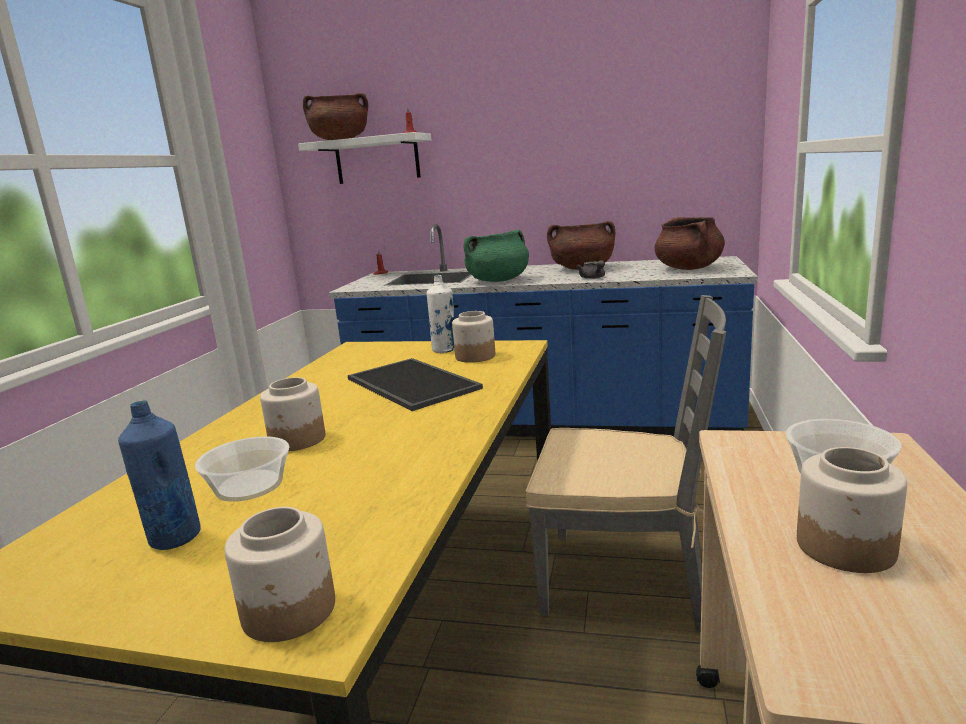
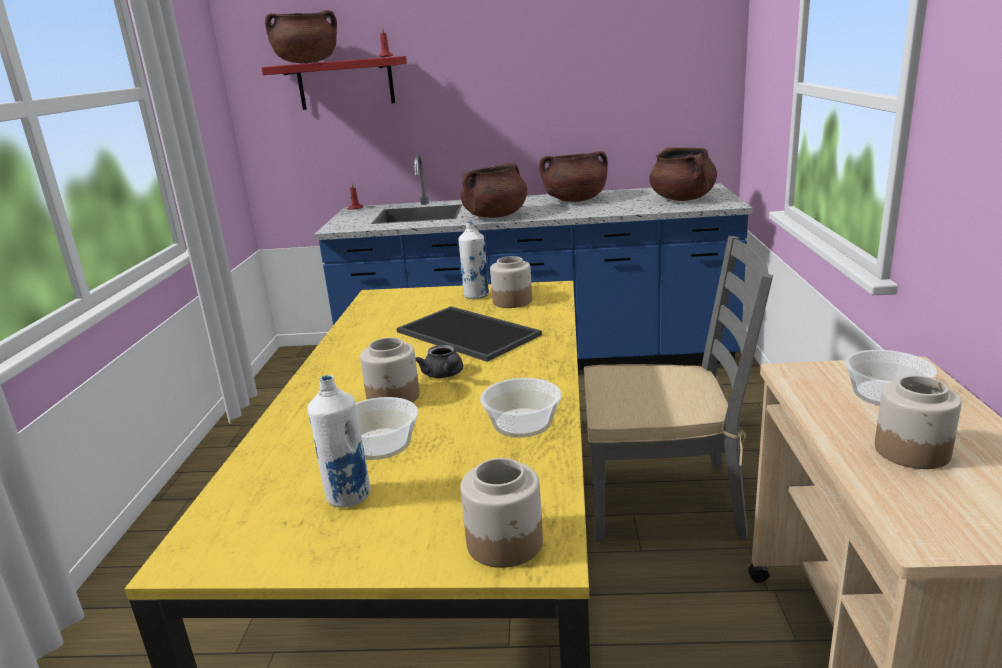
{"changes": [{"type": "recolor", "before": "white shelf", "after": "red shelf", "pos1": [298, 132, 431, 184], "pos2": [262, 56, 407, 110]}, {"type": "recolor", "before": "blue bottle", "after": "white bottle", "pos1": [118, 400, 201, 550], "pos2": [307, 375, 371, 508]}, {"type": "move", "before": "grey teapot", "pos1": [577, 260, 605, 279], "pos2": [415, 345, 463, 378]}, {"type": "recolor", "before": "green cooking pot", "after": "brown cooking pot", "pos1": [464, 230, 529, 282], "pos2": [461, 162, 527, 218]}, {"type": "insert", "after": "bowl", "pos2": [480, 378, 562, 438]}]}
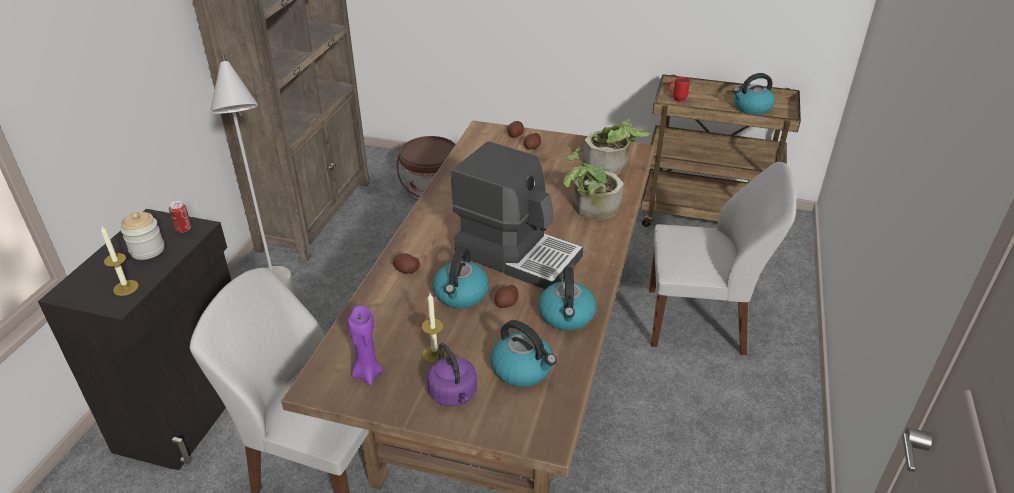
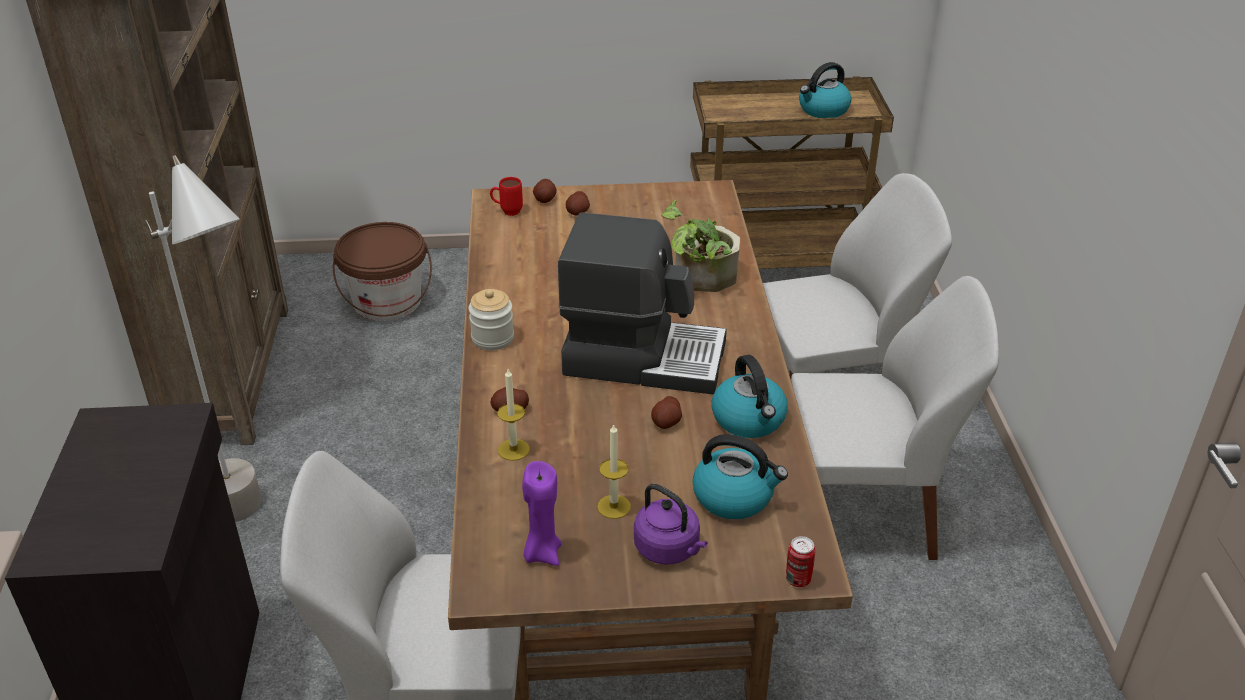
{"changes": [{"type": "move", "before": "jar", "pos1": [120, 212, 165, 260], "pos2": [468, 289, 514, 350]}, {"type": "move", "before": "red mug", "pos1": [668, 77, 690, 102], "pos2": [490, 177, 523, 216]}, {"type": "move", "before": "candle", "pos1": [101, 225, 139, 296], "pos2": [497, 369, 530, 461]}, {"type": "move", "before": "can", "pos1": [169, 201, 191, 233], "pos2": [786, 536, 815, 587]}, {"type": "insert", "after": "white chair", "pos2": [791, 276, 999, 560]}, {"type": "delete", "before": "kettle", "pos1": [433, 247, 489, 308]}, {"type": "delete", "before": "potted plant", "pos1": [583, 119, 651, 175]}]}
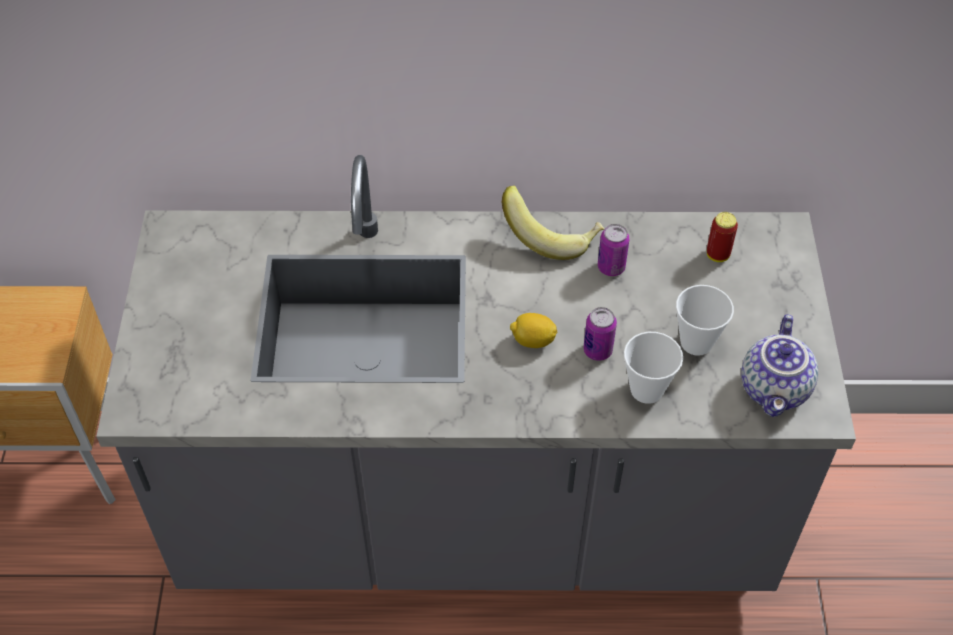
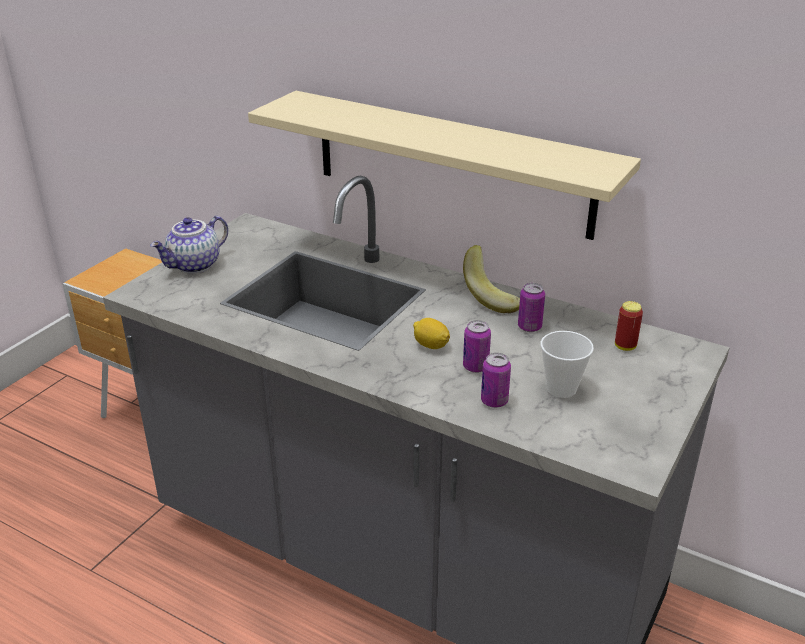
{"changes": [{"type": "move", "before": "teapot", "pos1": [741, 314, 818, 417], "pos2": [150, 216, 228, 274]}, {"type": "insert", "after": "beige shelf", "pos2": [248, 91, 641, 240]}, {"type": "replace", "before": "cup", "after": "can", "pos1": [624, 332, 683, 404], "pos2": [481, 353, 511, 408]}]}
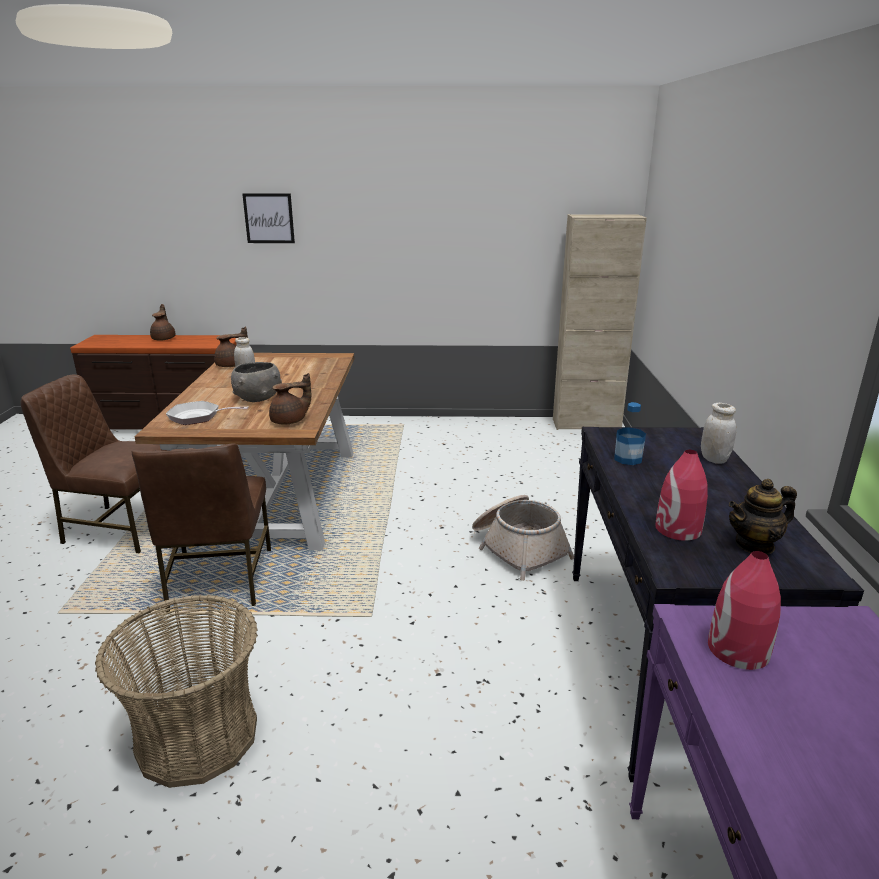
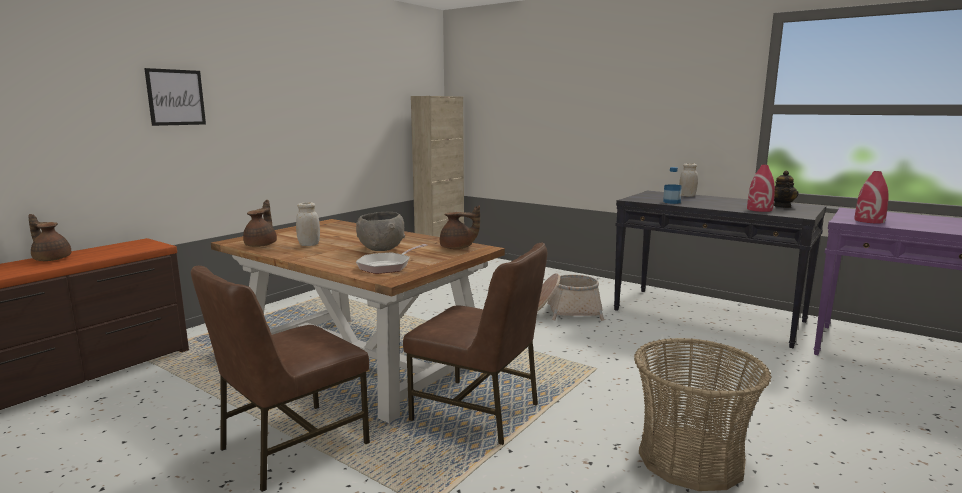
{"changes": [{"type": "rotate", "before": "brown teapot", "pos1": [269, 373, 311, 425], "pos2": [440, 205, 480, 249], "turn": 90}]}
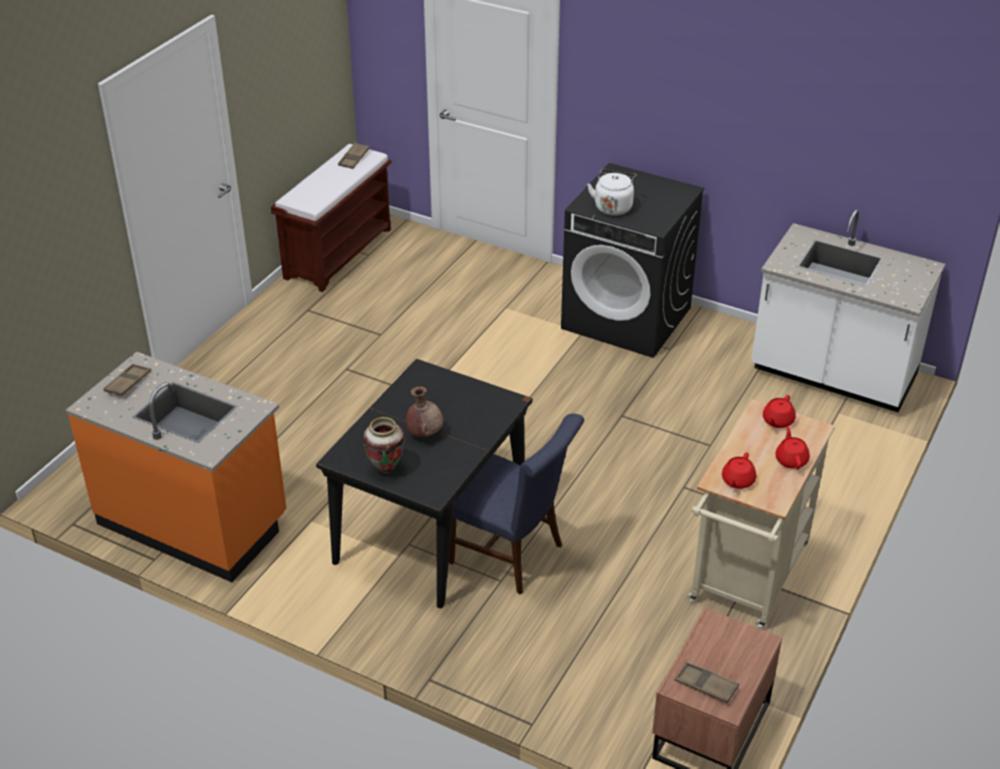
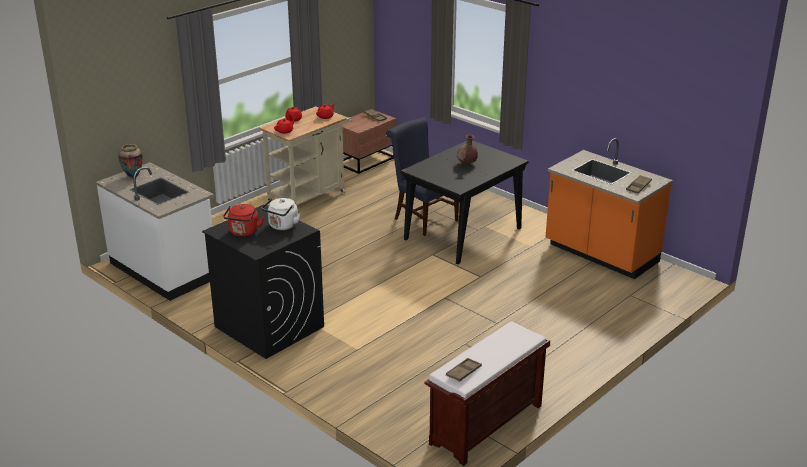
{"changes": [{"type": "move", "before": "vase", "pos1": [363, 417, 405, 473], "pos2": [118, 144, 143, 178]}, {"type": "insert", "after": "red kettle", "pos2": [223, 204, 264, 237]}]}
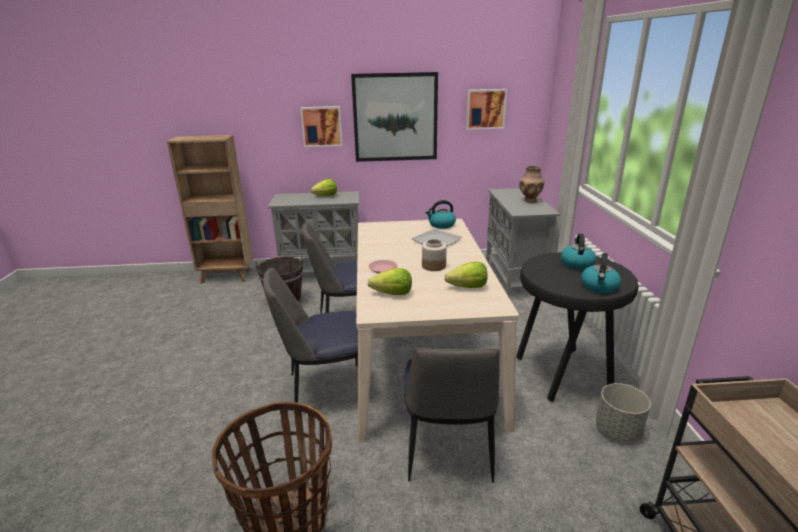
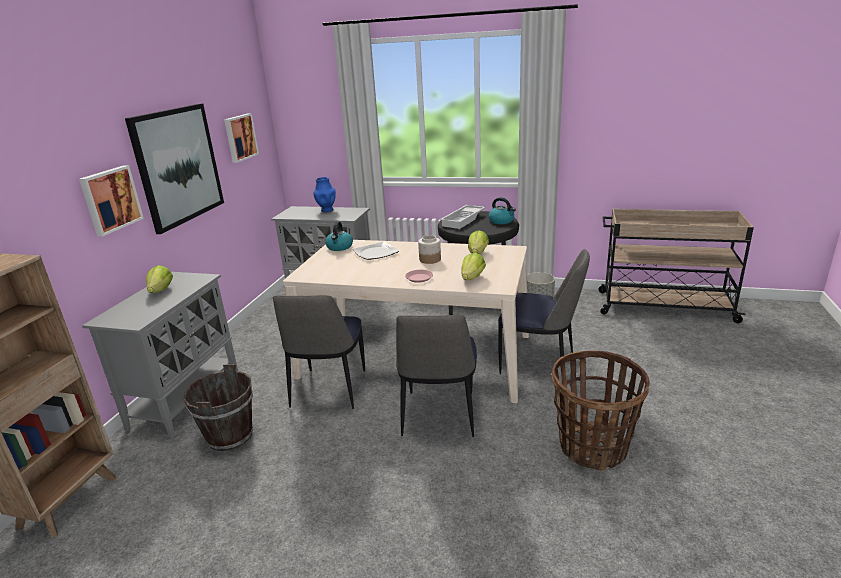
{"changes": [{"type": "recolor", "before": "brown vase", "after": "blue vase", "pos1": [519, 165, 544, 203], "pos2": [313, 177, 336, 212]}, {"type": "replace", "before": "kettle", "after": "white tray", "pos1": [561, 234, 596, 270], "pos2": [440, 205, 485, 229]}]}
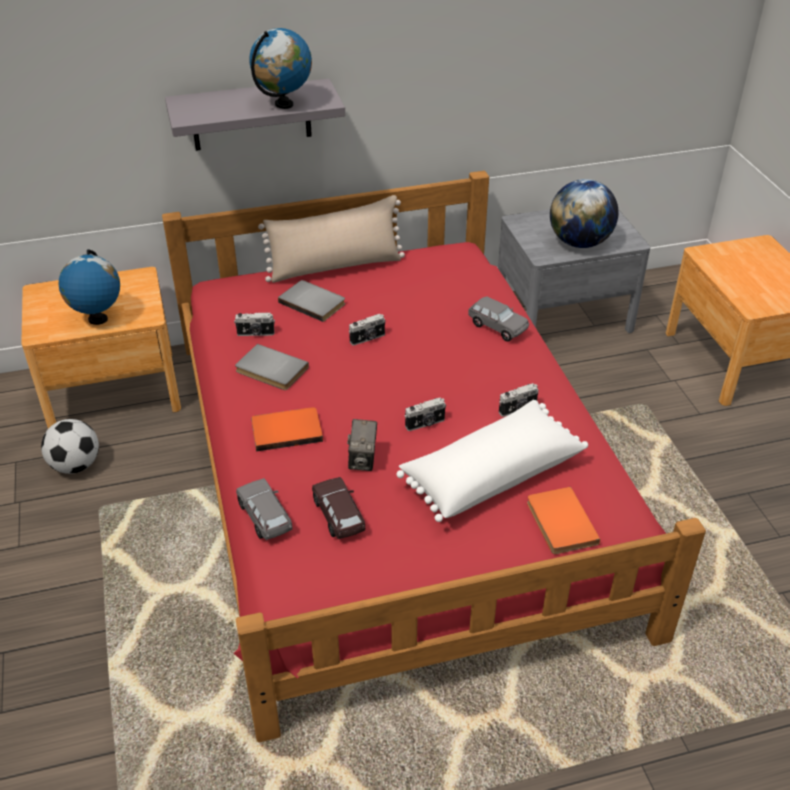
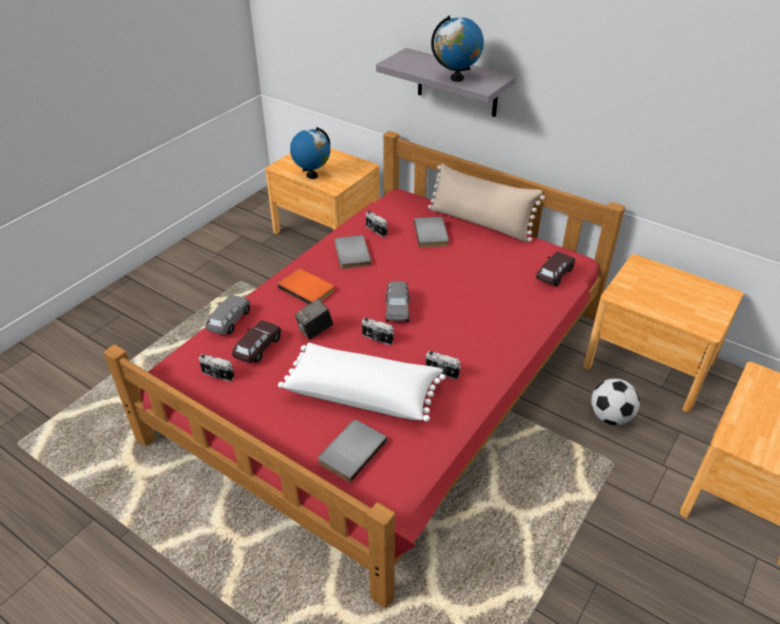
{"changes": [{"type": "move", "before": "photo camera", "pos1": [349, 314, 386, 346], "pos2": [199, 354, 235, 382]}, {"type": "recolor", "before": "orange book", "after": "grey book", "pos1": [527, 487, 600, 554], "pos2": [318, 420, 387, 483]}, {"type": "move", "before": "grey toy car", "pos1": [468, 296, 529, 341], "pos2": [384, 281, 411, 322]}, {"type": "insert", "after": "brown toy car", "pos2": [536, 251, 575, 286]}, {"type": "recolor", "before": "grey nightstand", "after": "brown nightstand", "pos1": [498, 209, 650, 333], "pos2": [583, 254, 743, 413]}, {"type": "move", "before": "football", "pos1": [41, 419, 99, 474], "pos2": [591, 379, 640, 425]}, {"type": "delete", "before": "globe", "pos1": [550, 179, 619, 248]}]}
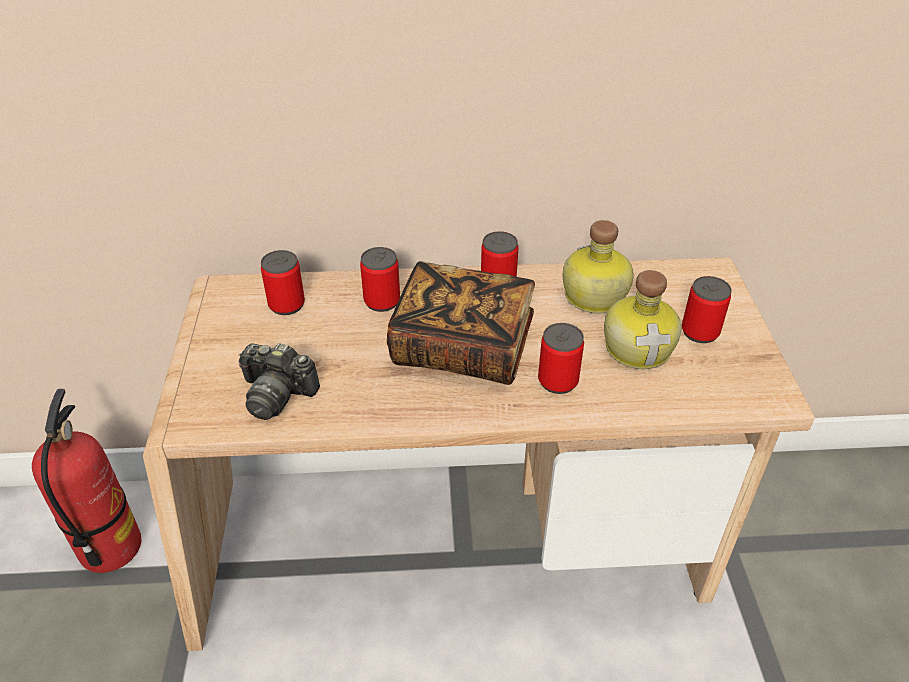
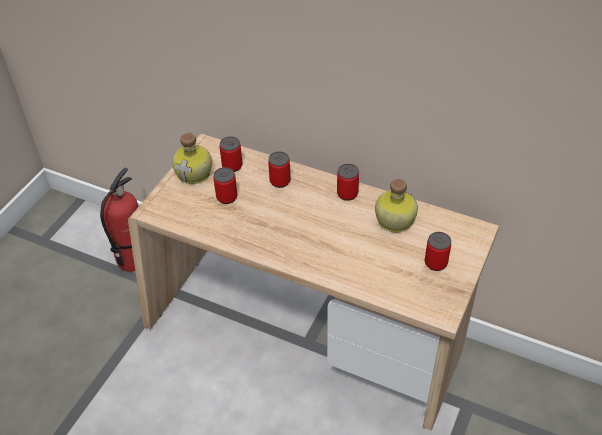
{"changes": [{"type": "move", "before": "bottle", "pos1": [604, 270, 681, 369], "pos2": [172, 133, 212, 184]}, {"type": "move", "before": "can", "pos1": [538, 323, 584, 394], "pos2": [213, 167, 237, 204]}, {"type": "delete", "before": "photo camera", "pos1": [239, 343, 320, 420]}, {"type": "delete", "before": "book", "pos1": [387, 261, 535, 385]}]}
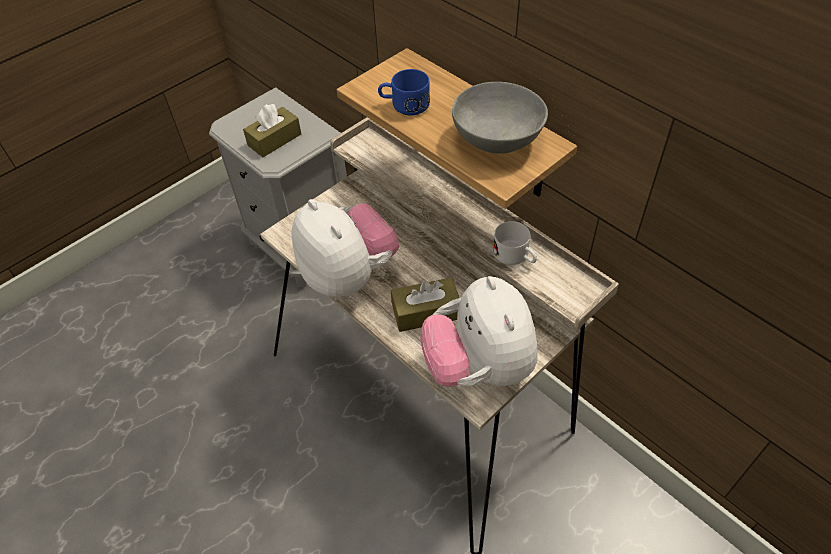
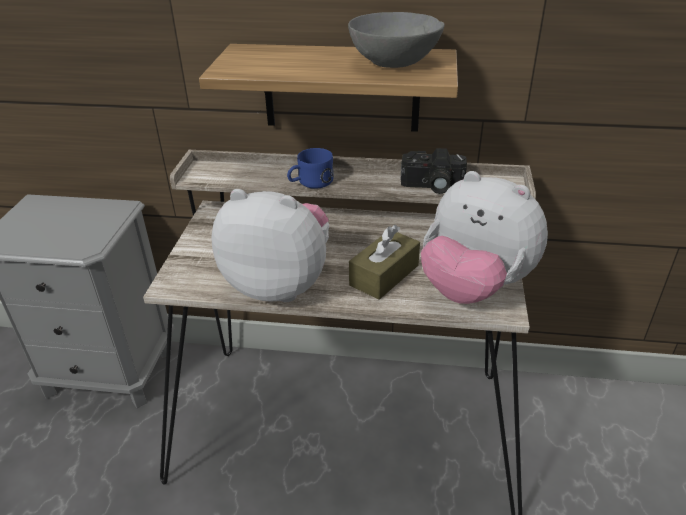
{"changes": [{"type": "move", "before": "blue mug", "pos1": [378, 69, 430, 115], "pos2": [287, 148, 334, 189]}, {"type": "replace", "before": "white mug", "after": "photo camera", "pos1": [493, 221, 537, 265], "pos2": [401, 148, 467, 194]}, {"type": "delete", "before": "brown tissue box", "pos1": [243, 104, 301, 157]}]}
